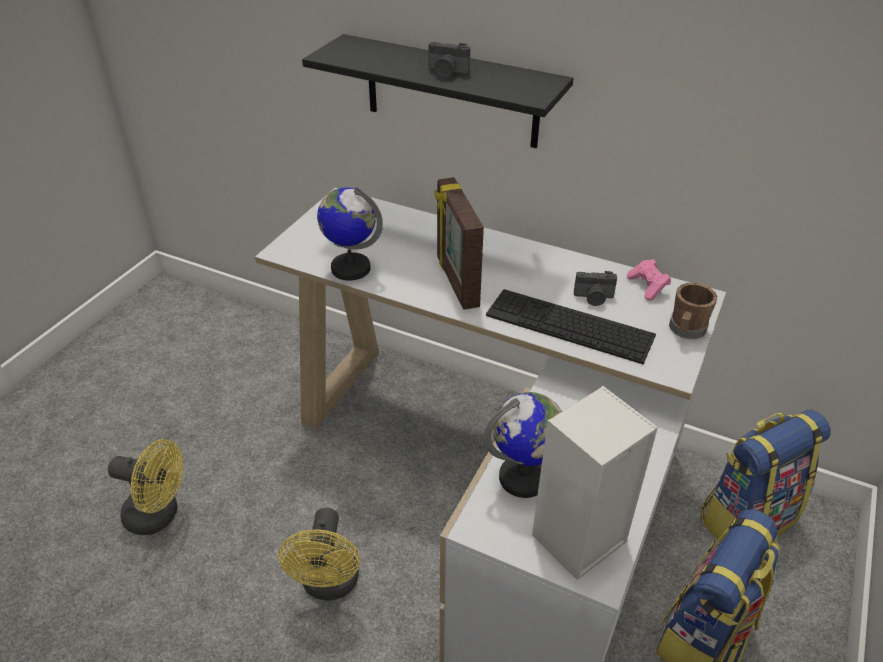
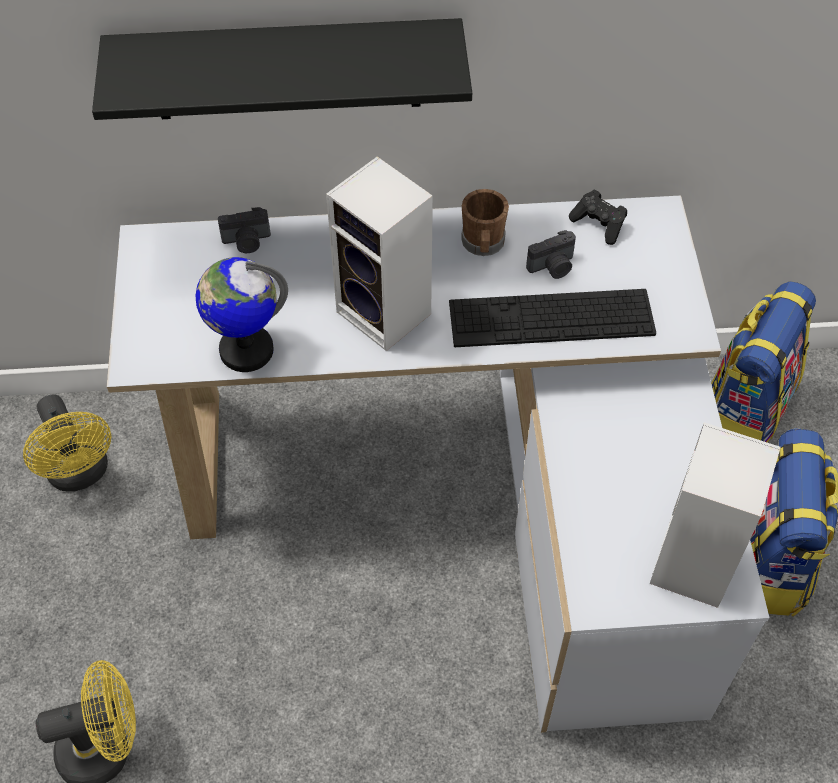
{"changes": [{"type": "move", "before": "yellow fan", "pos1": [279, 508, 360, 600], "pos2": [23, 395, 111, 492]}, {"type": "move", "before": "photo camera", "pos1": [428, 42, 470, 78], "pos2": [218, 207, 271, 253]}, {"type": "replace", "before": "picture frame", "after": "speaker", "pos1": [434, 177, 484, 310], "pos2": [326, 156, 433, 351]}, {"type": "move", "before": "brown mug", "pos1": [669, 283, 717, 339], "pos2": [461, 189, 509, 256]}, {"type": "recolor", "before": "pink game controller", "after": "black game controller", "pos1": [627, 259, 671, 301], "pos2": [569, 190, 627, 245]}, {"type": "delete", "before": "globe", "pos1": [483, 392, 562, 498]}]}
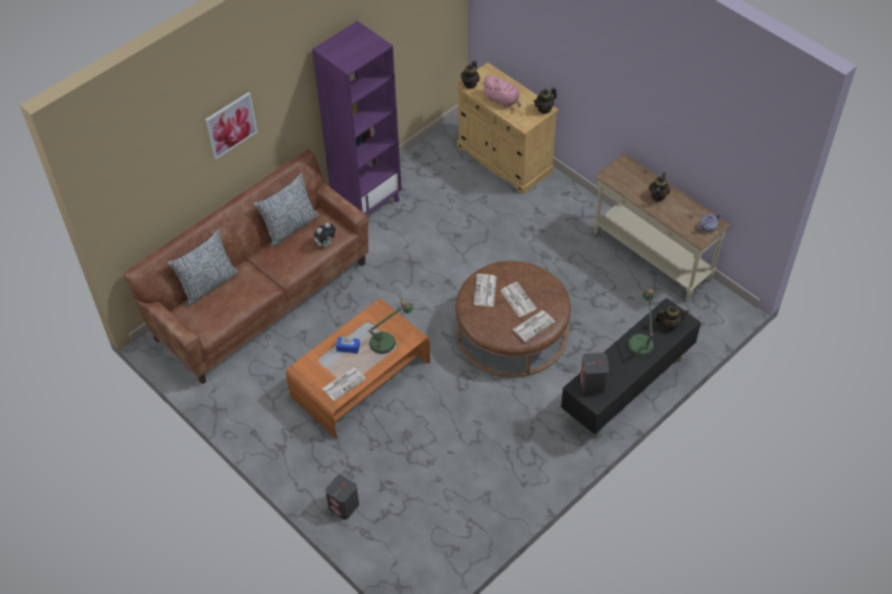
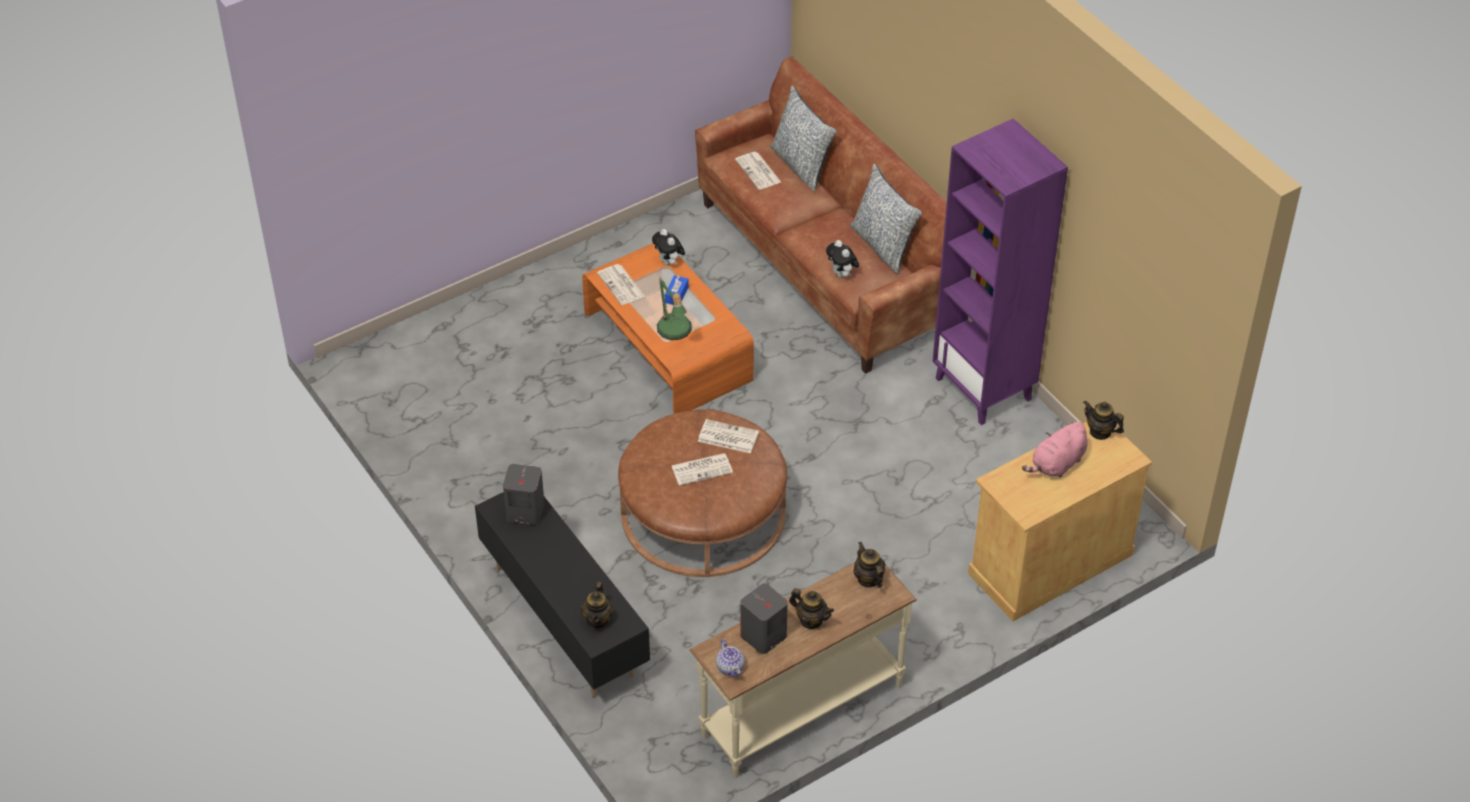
{"changes": [{"type": "insert", "after": "plush toy", "pos2": [652, 229, 685, 265]}, {"type": "move", "before": "newspaper", "pos1": [513, 310, 555, 342], "pos2": [735, 152, 781, 190]}, {"type": "move", "before": "grey speaker", "pos1": [325, 475, 359, 520], "pos2": [740, 583, 788, 654]}, {"type": "move", "before": "teapot", "pos1": [534, 88, 557, 114], "pos2": [853, 541, 886, 588]}, {"type": "delete", "before": "picture", "pos1": [205, 92, 258, 160]}, {"type": "delete", "before": "table lamp", "pos1": [627, 289, 654, 357]}]}
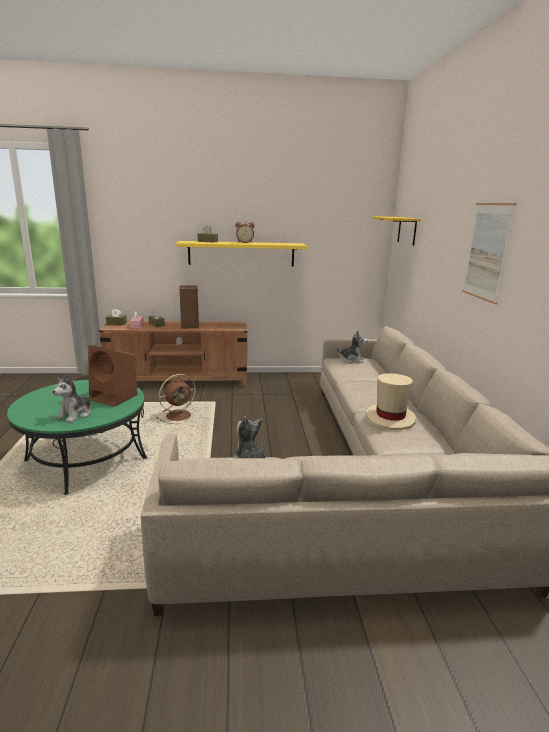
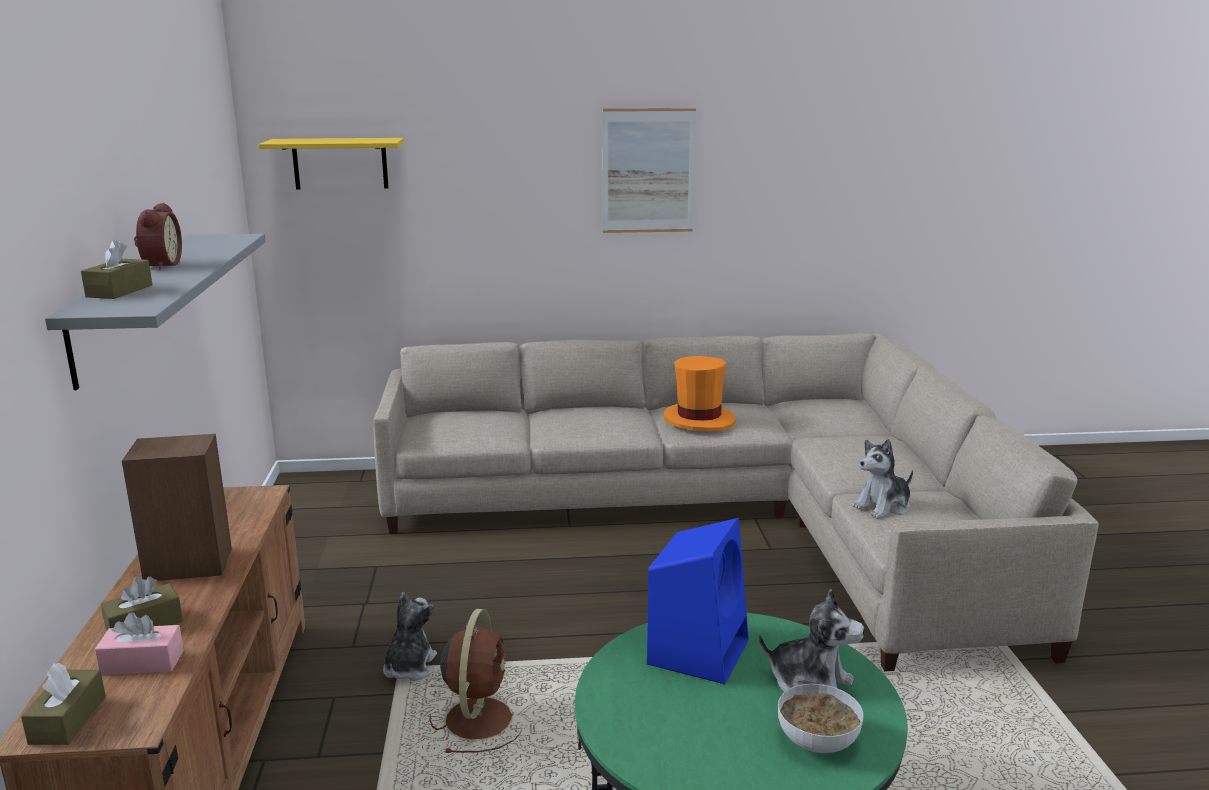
{"changes": [{"type": "recolor", "before": "yellow shelf", "after": "grey shelf", "pos1": [175, 241, 307, 266], "pos2": [45, 234, 266, 390]}, {"type": "move", "before": "plush toy", "pos1": [336, 330, 368, 363], "pos2": [383, 592, 437, 681]}, {"type": "rotate", "before": "brown fan", "pos1": [156, 374, 196, 424], "pos2": [429, 609, 521, 753], "turn": 45}, {"type": "recolor", "before": "brown speaker", "after": "blue speaker", "pos1": [88, 345, 138, 407], "pos2": [647, 518, 749, 684]}, {"type": "recolor", "before": "beige hat", "after": "orange hat", "pos1": [366, 373, 416, 430], "pos2": [664, 356, 736, 431]}, {"type": "insert", "after": "bowl", "pos2": [778, 684, 864, 753]}]}
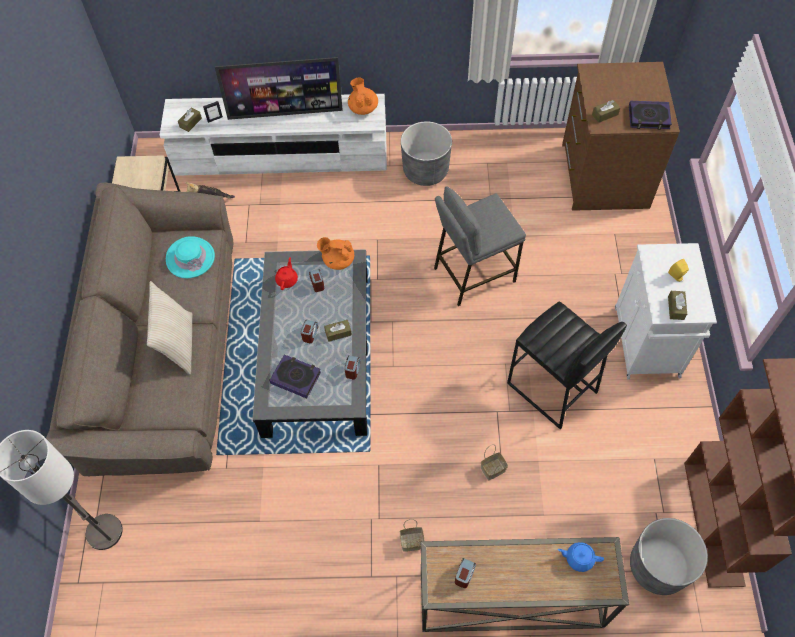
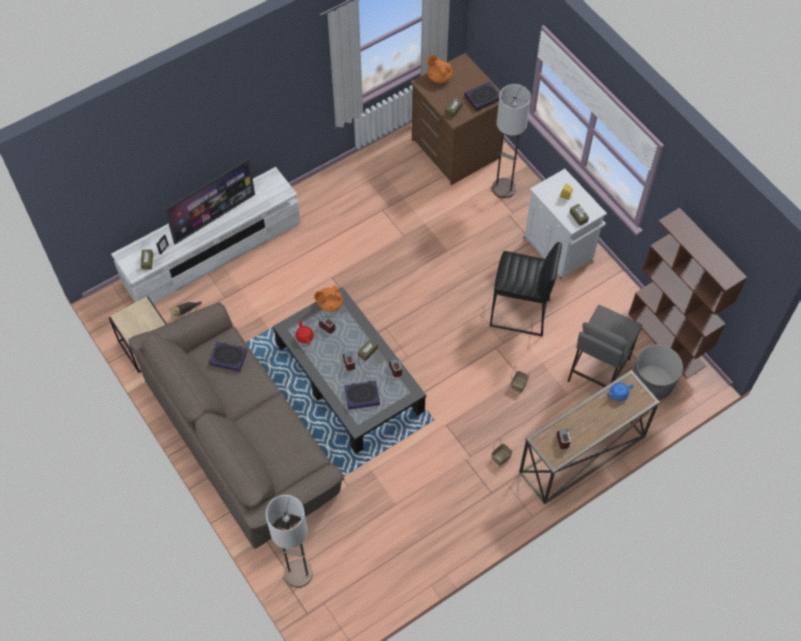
{"changes": [{"type": "replace", "before": "turquoise hat", "after": "book", "pos1": [166, 236, 215, 278], "pos2": [209, 342, 247, 372]}, {"type": "move", "before": "orange teapot", "pos1": [348, 77, 378, 115], "pos2": [426, 55, 452, 83]}, {"type": "insert", "after": "floor lamp", "pos2": [492, 84, 531, 198]}, {"type": "move", "before": "grey stool", "pos1": [434, 186, 526, 306], "pos2": [567, 305, 642, 387]}, {"type": "delete", "before": "beige pillow", "pos1": [147, 281, 193, 375]}, {"type": "delete", "before": "grey planter", "pos1": [401, 121, 452, 186]}]}
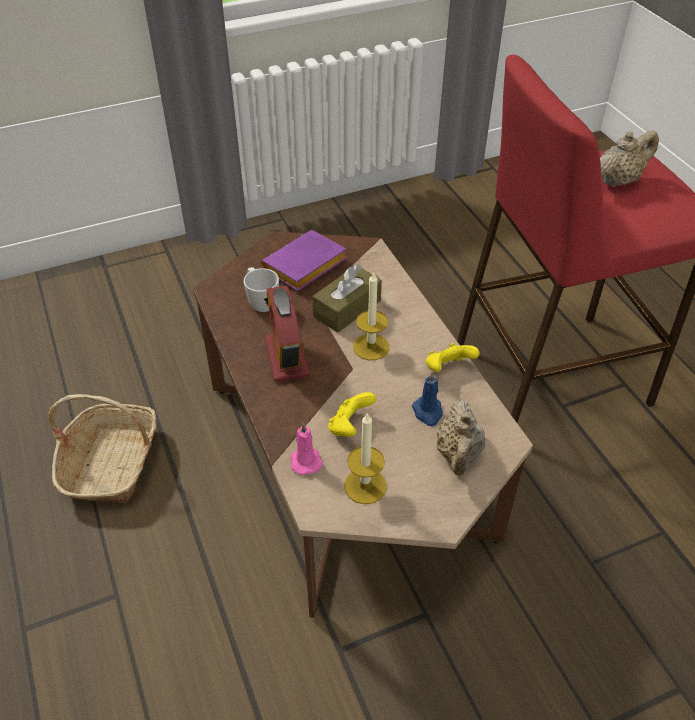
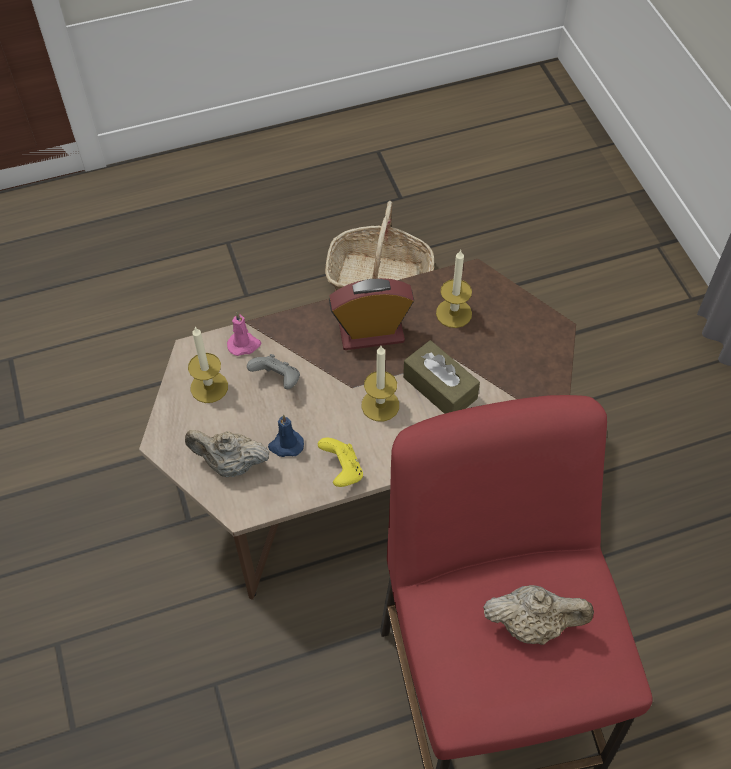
{"changes": [{"type": "recolor", "before": "yellow game controller", "after": "grey game controller", "pos1": [328, 392, 376, 437], "pos2": [247, 354, 300, 389]}, {"type": "replace", "before": "white mug", "after": "candle", "pos1": [244, 267, 279, 312], "pos2": [436, 250, 472, 328]}, {"type": "rotate", "before": "beige teapot", "pos1": [600, 130, 659, 188], "pos2": [483, 585, 594, 645], "turn": -60}, {"type": "delete", "before": "purple book", "pos1": [261, 230, 347, 291]}]}
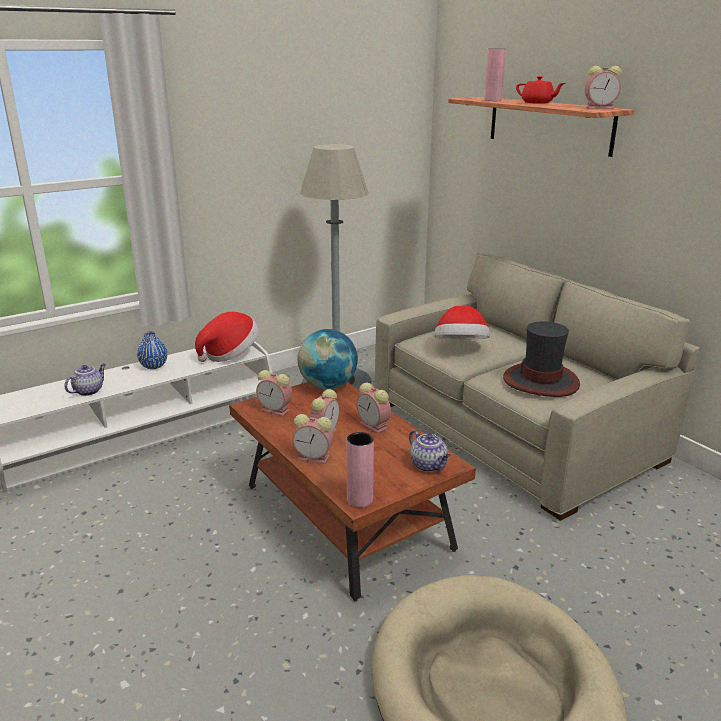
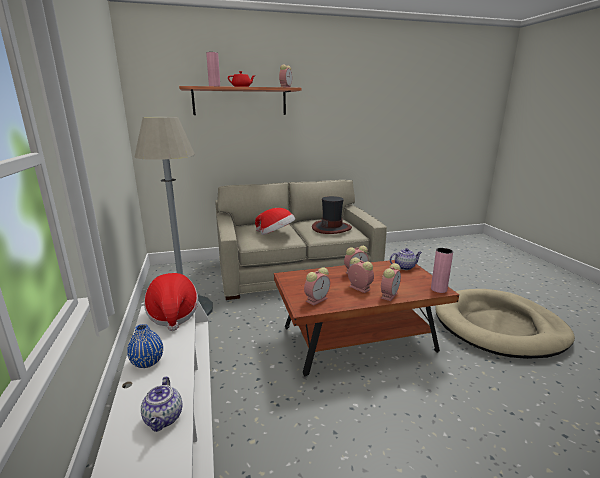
{"changes": [{"type": "rotate", "before": "teapot", "pos1": [64, 364, 106, 396], "pos2": [141, 377, 183, 432], "turn": -150}, {"type": "delete", "before": "globe", "pos1": [297, 329, 358, 389]}]}
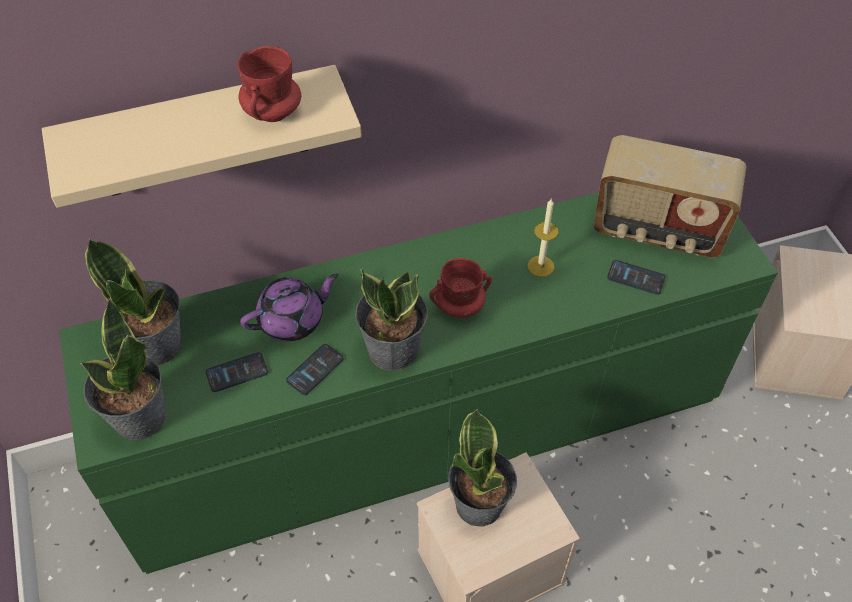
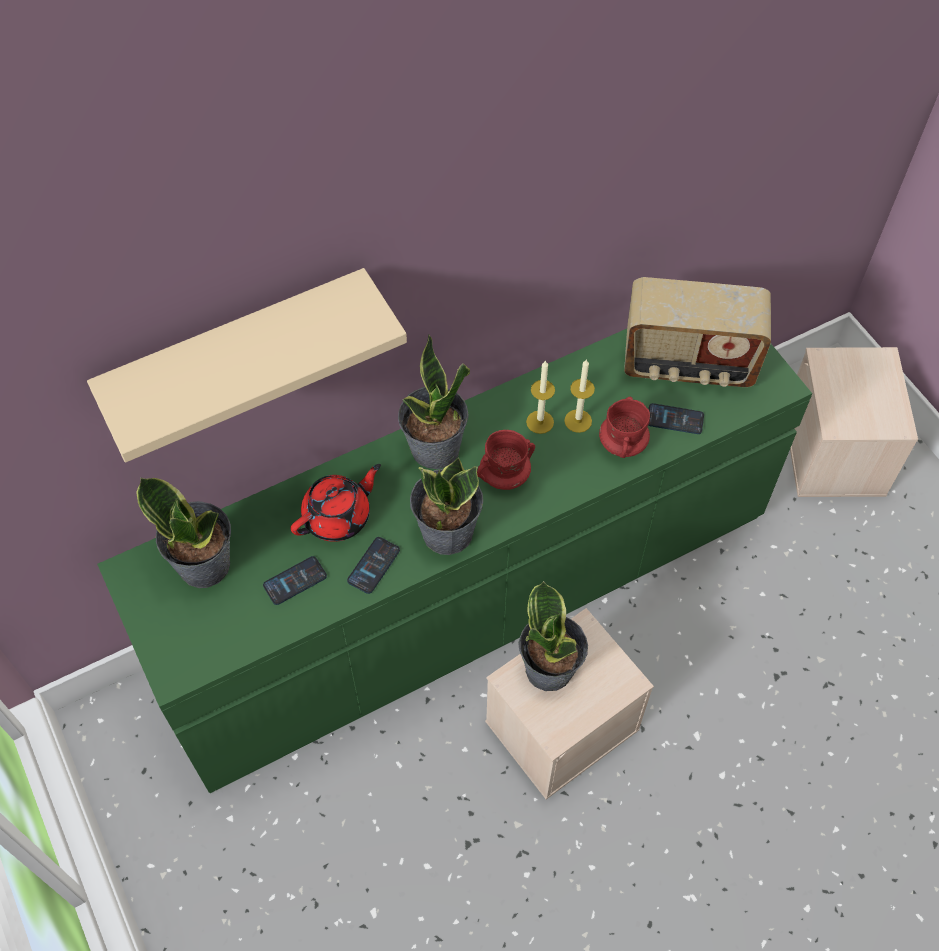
{"changes": [{"type": "recolor", "before": "purple teapot", "after": "red teapot", "pos1": [240, 273, 339, 342], "pos2": [290, 464, 381, 542]}, {"type": "move", "before": "potted plant", "pos1": [80, 298, 167, 440], "pos2": [398, 335, 470, 469]}, {"type": "insert", "after": "candle", "pos2": [526, 360, 555, 434]}, {"type": "move", "before": "red mug", "pos1": [238, 46, 301, 122], "pos2": [599, 397, 650, 458]}]}
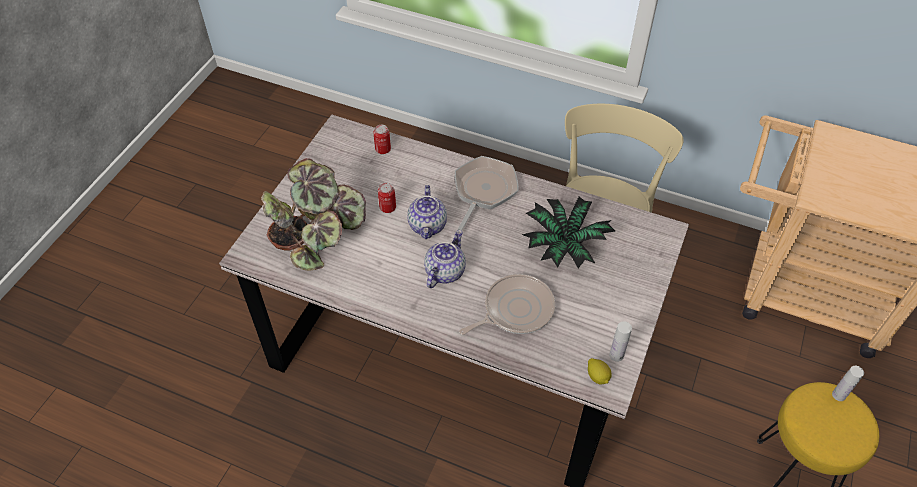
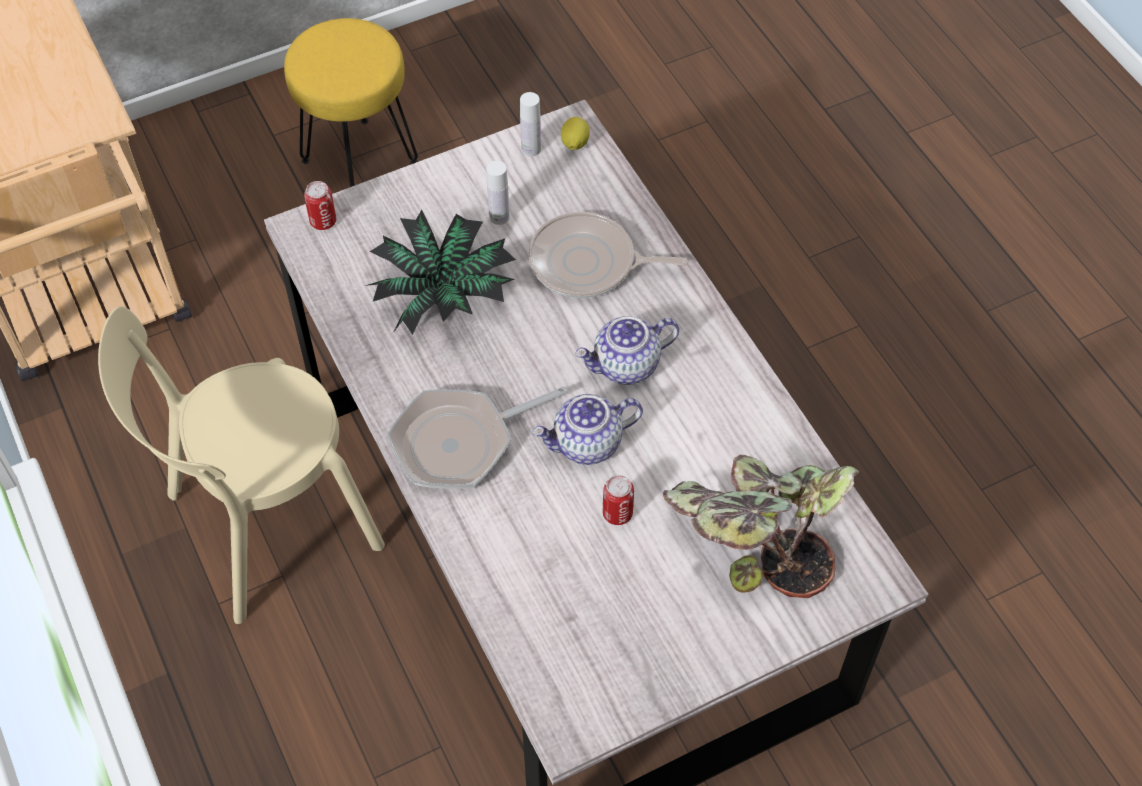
{"changes": [{"type": "move", "before": "can", "pos1": [374, 125, 391, 154], "pos2": [304, 181, 336, 230]}, {"type": "move", "before": "white bottle", "pos1": [832, 366, 864, 401], "pos2": [486, 161, 510, 225]}, {"type": "rotate", "before": "teapot", "pos1": [407, 185, 447, 239], "pos2": [532, 394, 643, 465], "turn": -150}]}
